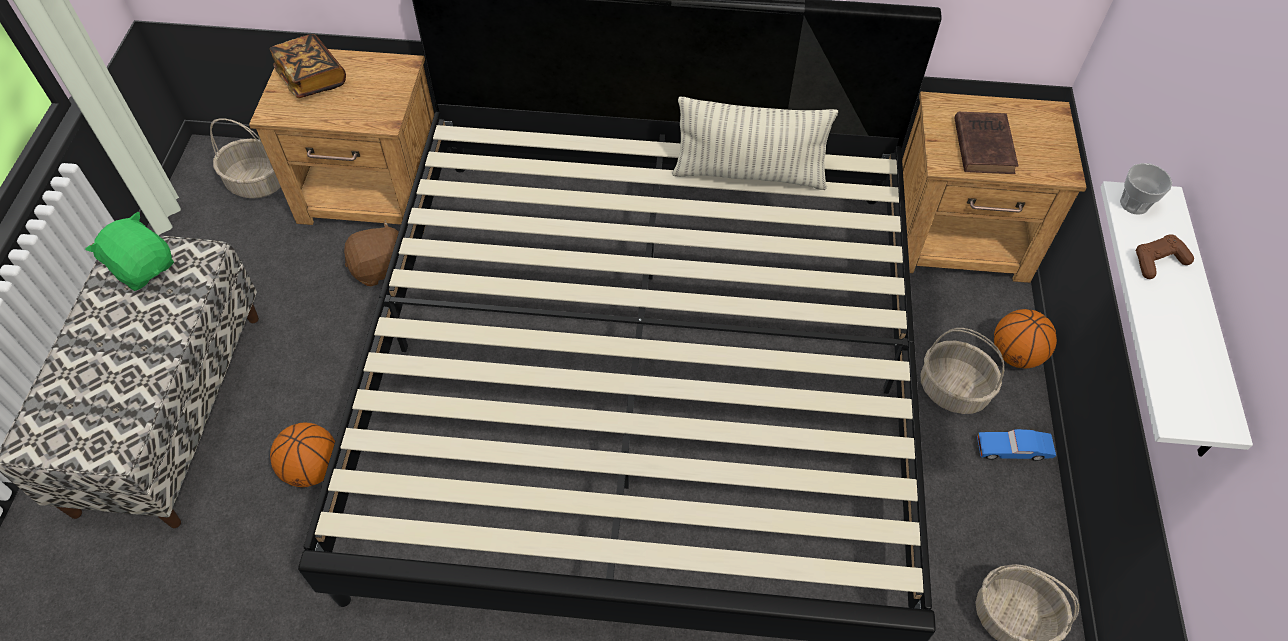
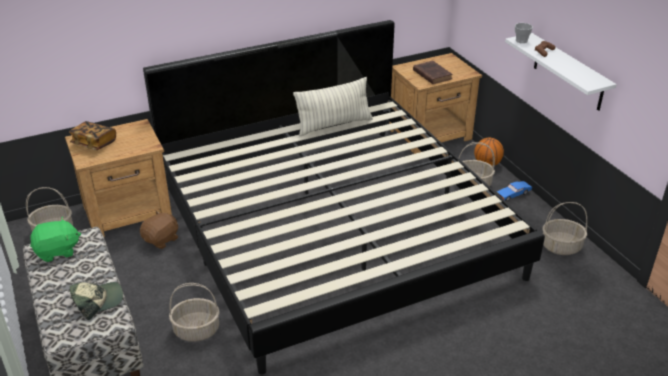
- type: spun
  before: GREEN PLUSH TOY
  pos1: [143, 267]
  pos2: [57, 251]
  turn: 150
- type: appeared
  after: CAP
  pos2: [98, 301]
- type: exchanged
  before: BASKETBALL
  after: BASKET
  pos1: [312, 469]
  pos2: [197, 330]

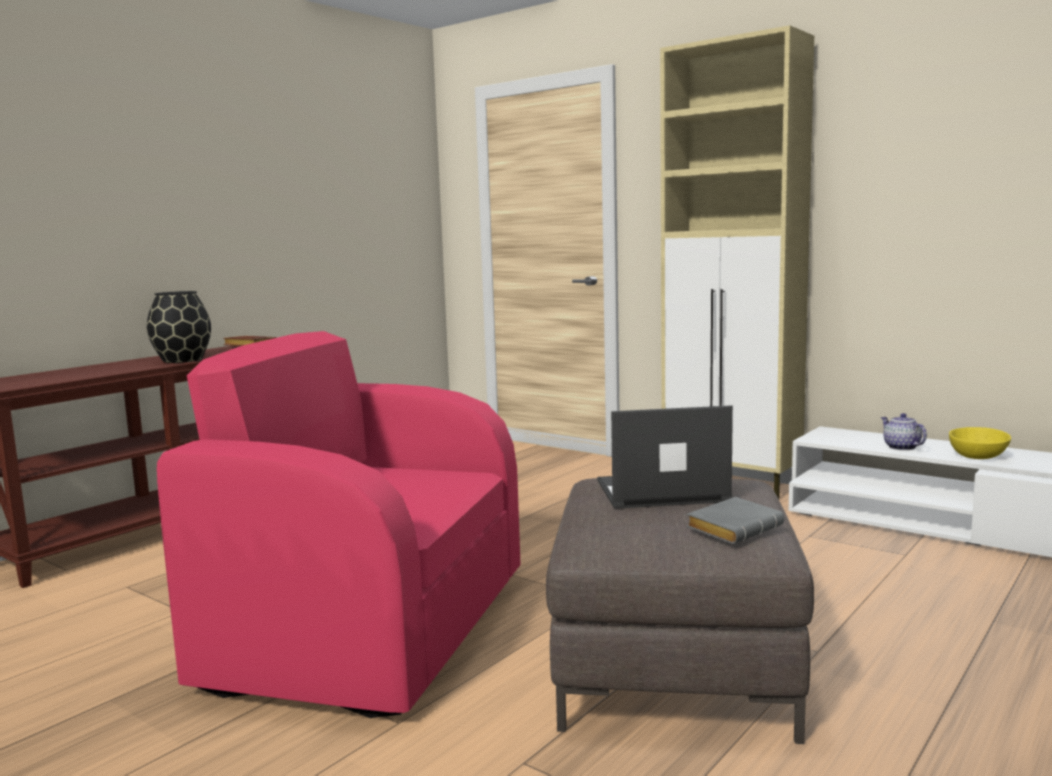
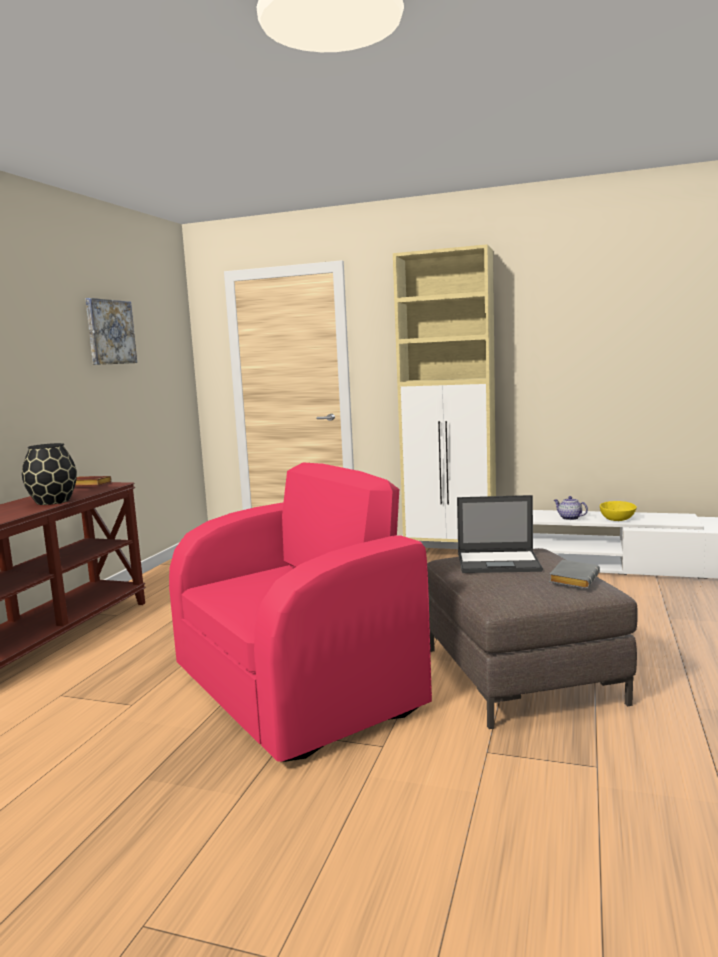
- type: appeared
  after: PICTURE
  pos2: [110, 332]
- type: spun
  before: PINK ARMCHAIR
  pos1: [372, 626]
  pos2: [297, 688]
  turn: 150
- type: spun
  before: LAPTOP
  pos1: [660, 491]
  pos2: [499, 562]
  turn: -150

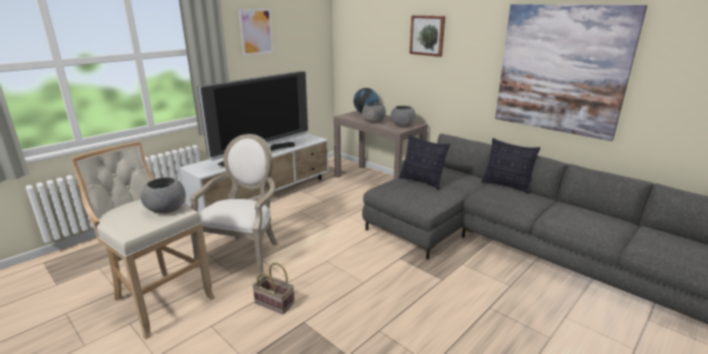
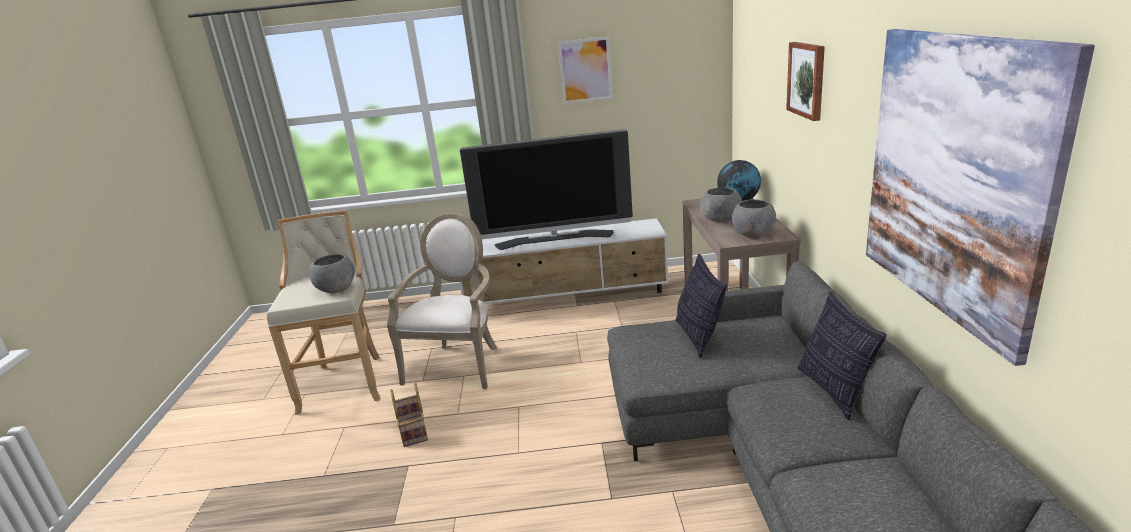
- type: spun
  before: ARMCHAIR
  pos1: [244, 254]
  pos2: [458, 364]
  turn: -45

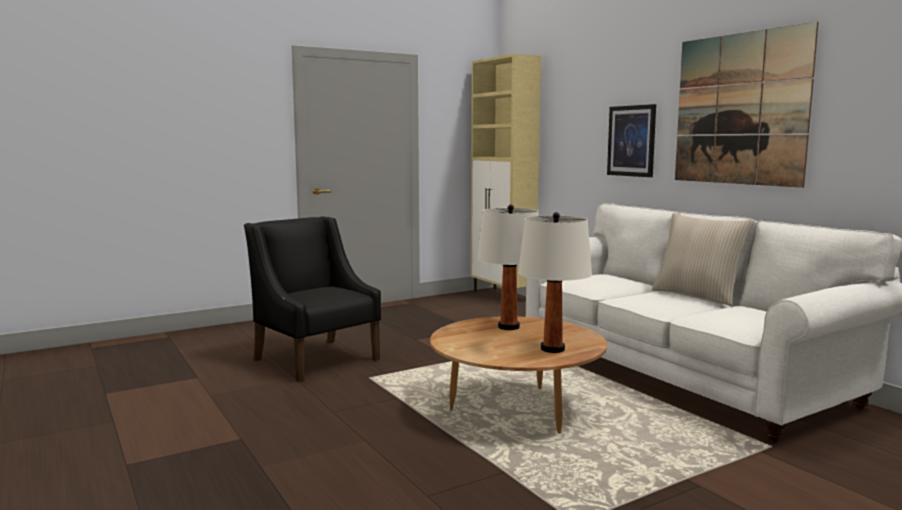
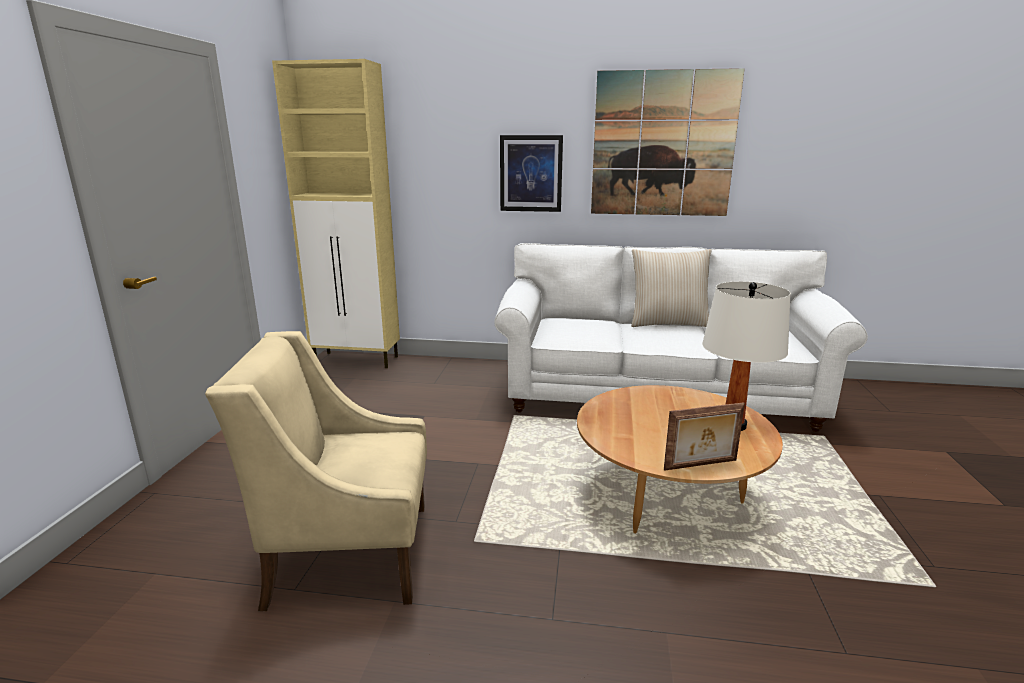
- type: colour
  before: BLACK ARMCHAIR
  after: BEIGE ARMCHAIR
  pos1: [316, 359]
  pos2: [349, 552]
- type: appeared
  after: PICTURE FRAME
  pos2: [701, 465]
- type: missing
  before: WHITE TABLE LAMP
  pos1: [508, 327]

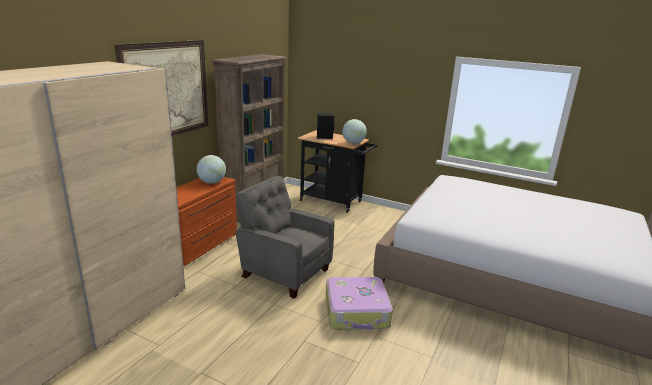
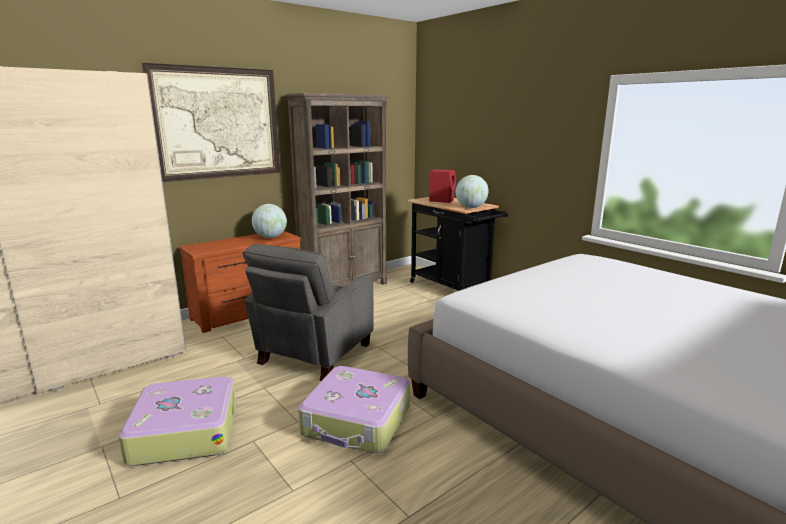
- type: appeared
  after: SUITCASE
  pos2: [185, 431]
- type: spun
  before: GREY ARMCHAIR
  pos1: [284, 272]
  pos2: [313, 354]
  turn: -120
- type: colour
  before: BLACK SPEAKER
  after: RED SPEAKER
  pos1: [324, 136]
  pos2: [442, 200]

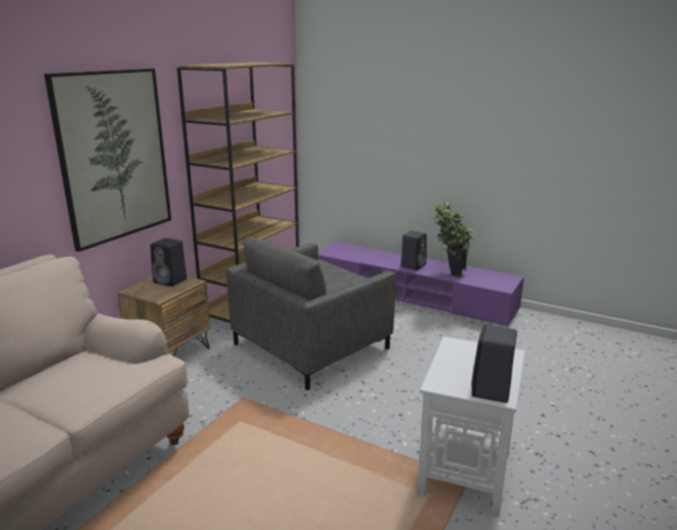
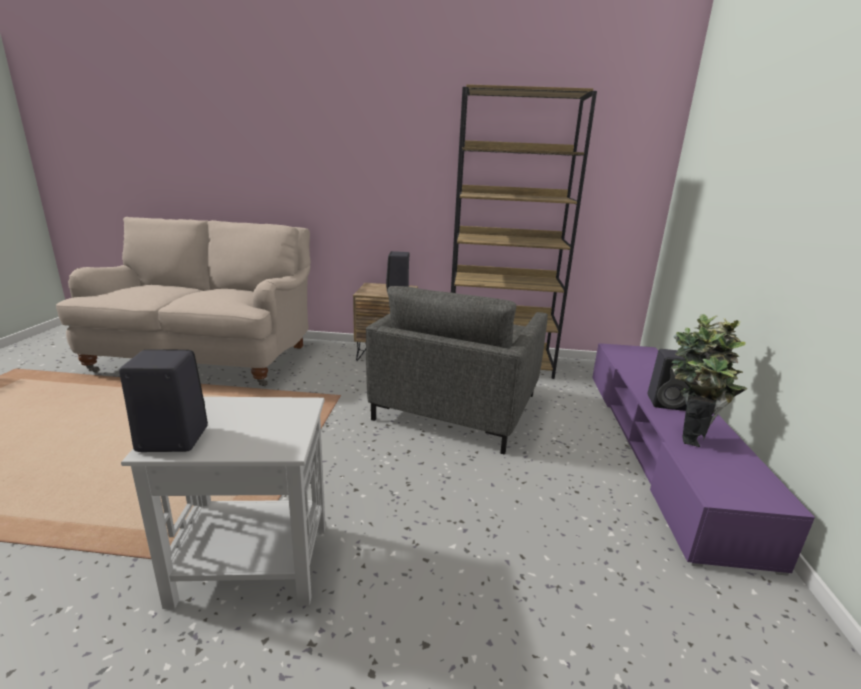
- type: spun
  before: GREY ARMCHAIR
  pos1: [310, 346]
  pos2: [456, 406]
  turn: -90
- type: missing
  before: PICTURE
  pos1: [114, 156]

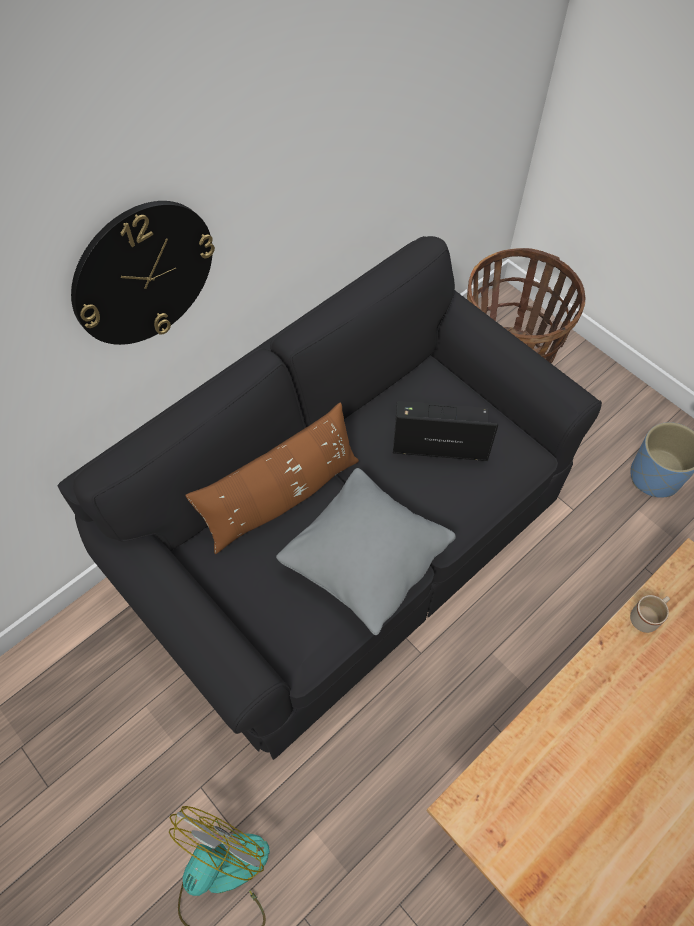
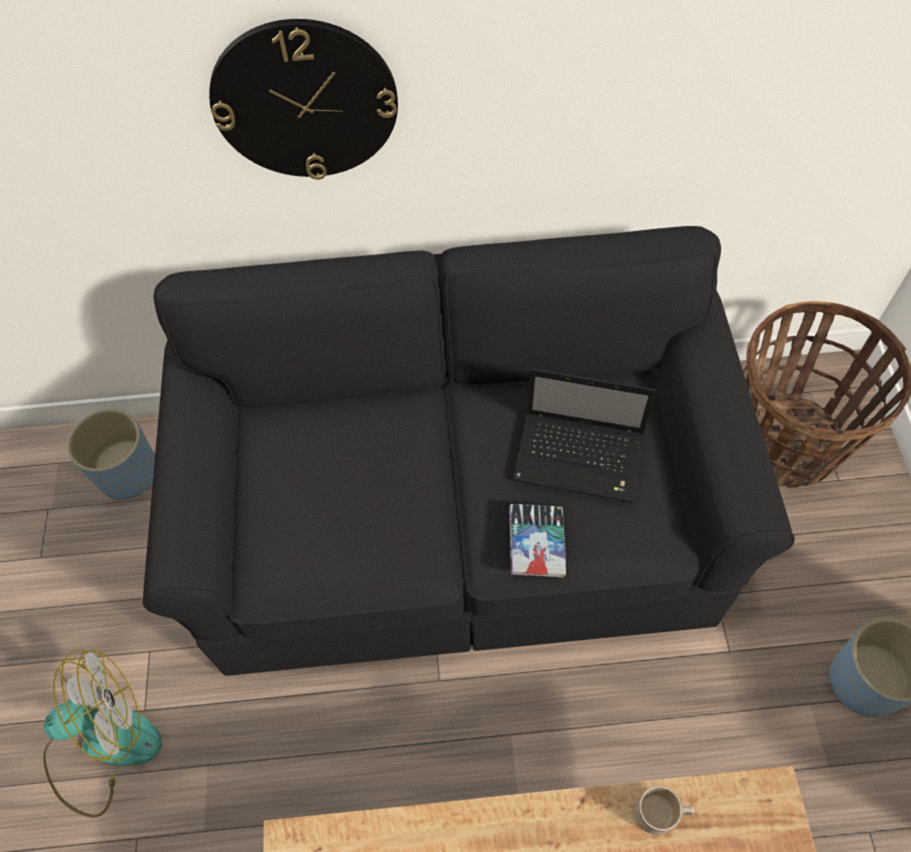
- type: appeared
  after: BLUE PLANTER
  pos2: [129, 473]
- type: appeared
  after: BOOK
  pos2: [536, 543]
- type: spun
  before: LAPTOP
  pos1: [438, 434]
  pos2: [581, 457]
  turn: 150
- type: missing
  before: BROWN PILLOW
  pos1: [282, 497]
- type: missing
  before: GREY PILLOW
  pos1: [365, 561]

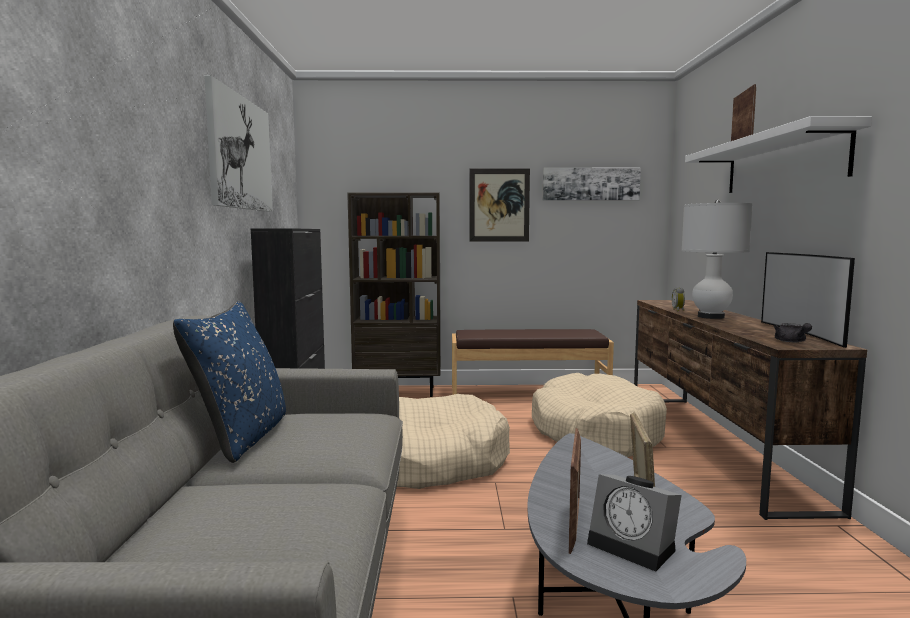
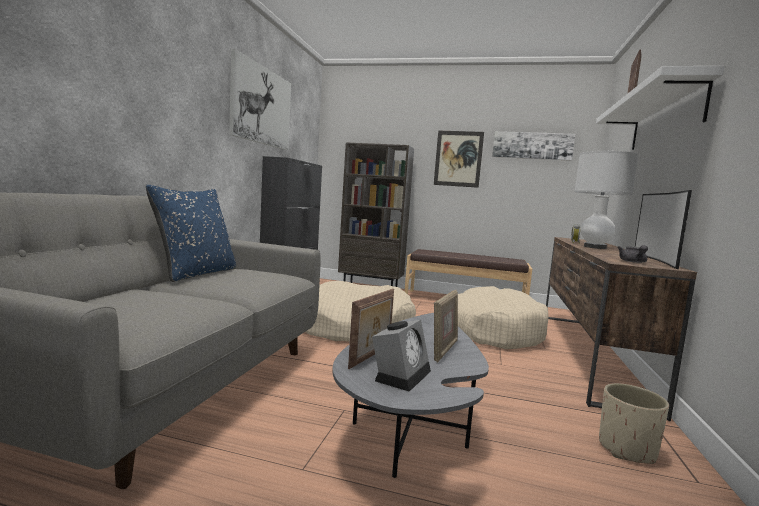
- type: spun
  before: ALARM CLOCK
  pos1: [635, 546]
  pos2: [401, 374]
  turn: -120
- type: appeared
  after: BEIGE PLANTER
  pos2: [627, 449]

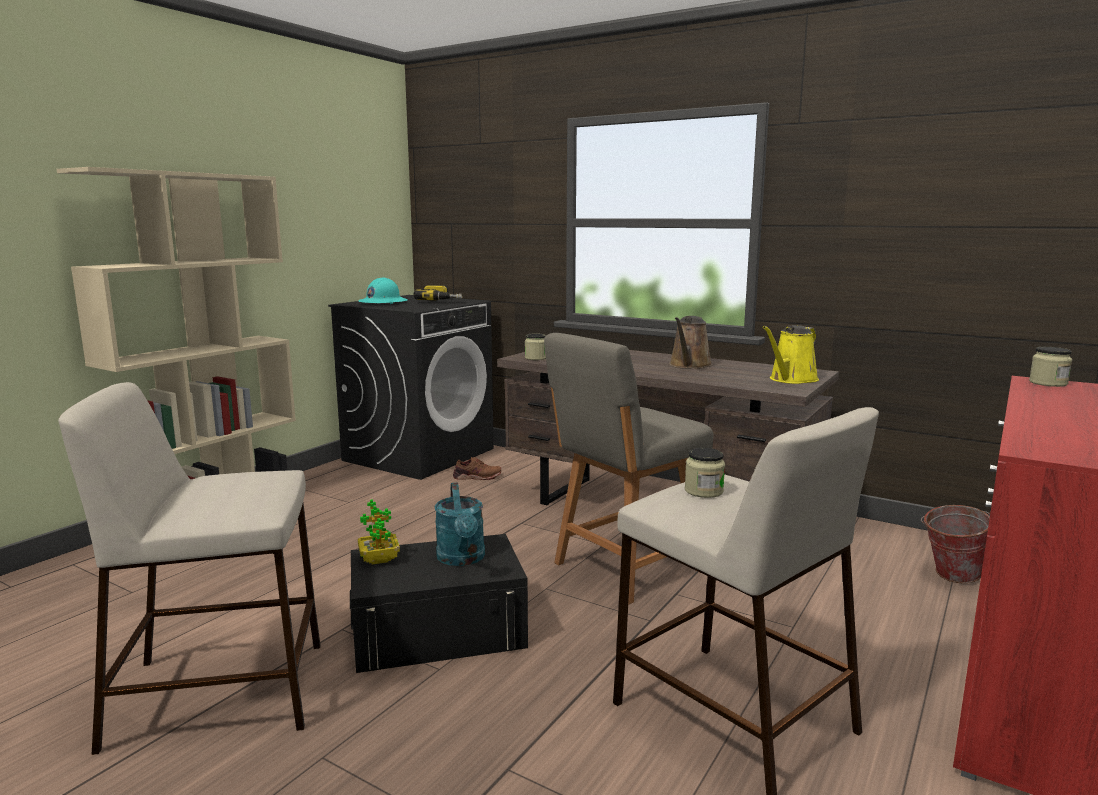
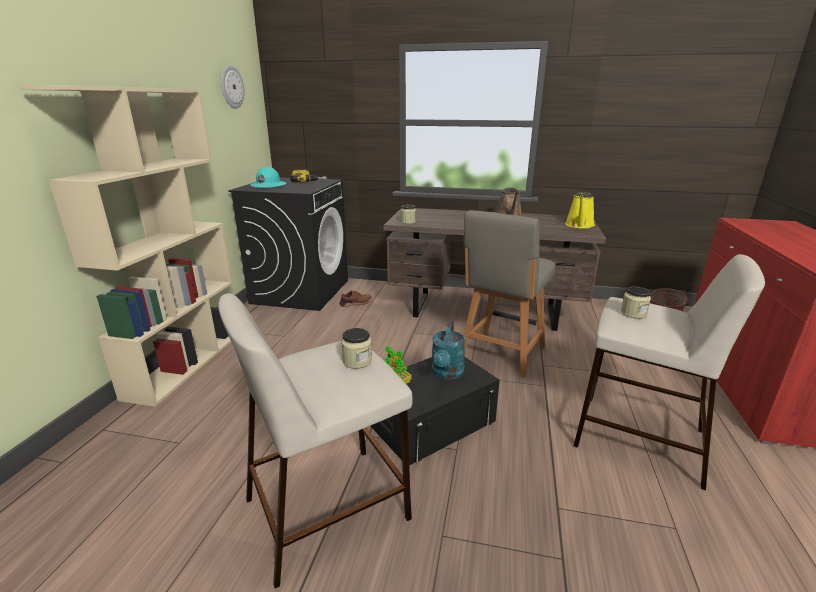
- type: appeared
  after: WALL CLOCK
  pos2: [231, 87]
- type: relocated
  before: JAR
  pos1: [1048, 383]
  pos2: [357, 361]
- type: spun
  before: TURQUOISE WATERING CAN
  pos1: [462, 559]
  pos2: [447, 374]
  turn: 45

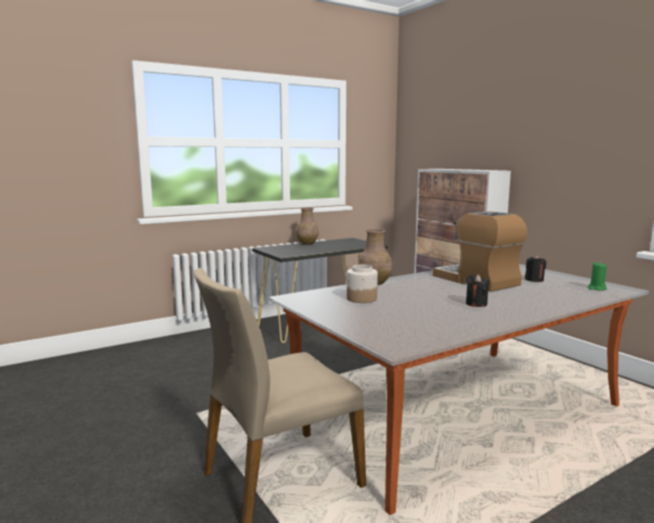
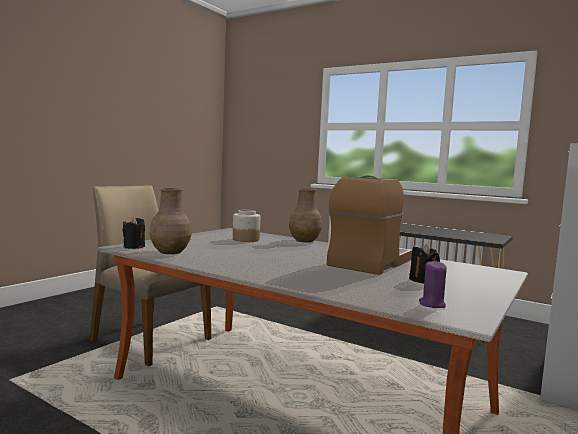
- type: relocated
  before: BLACK CANDLE
  pos1: [476, 304]
  pos2: [134, 247]
- type: relocated
  before: BROWN VASE
  pos1: [307, 243]
  pos2: [170, 252]
- type: colour
  before: GREEN CANDLE
  after: PURPLE CANDLE
  pos1: [596, 288]
  pos2: [432, 304]

